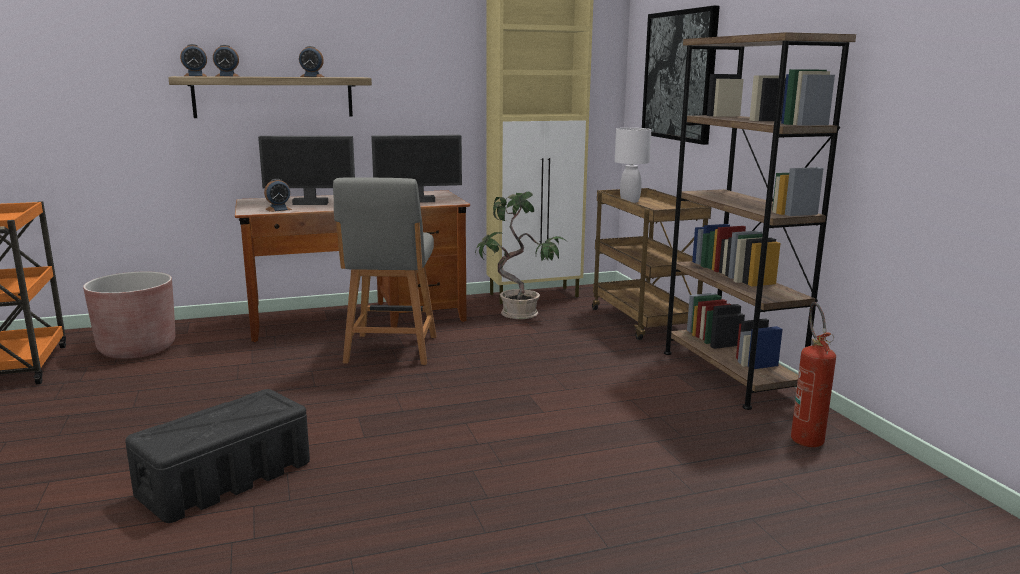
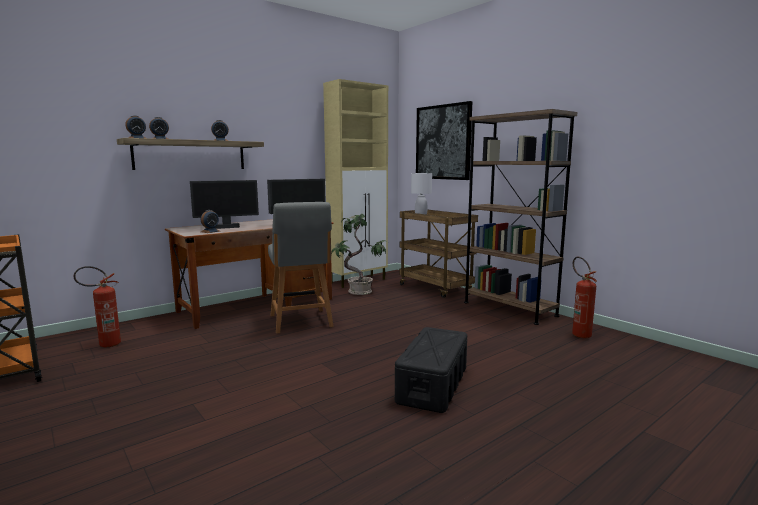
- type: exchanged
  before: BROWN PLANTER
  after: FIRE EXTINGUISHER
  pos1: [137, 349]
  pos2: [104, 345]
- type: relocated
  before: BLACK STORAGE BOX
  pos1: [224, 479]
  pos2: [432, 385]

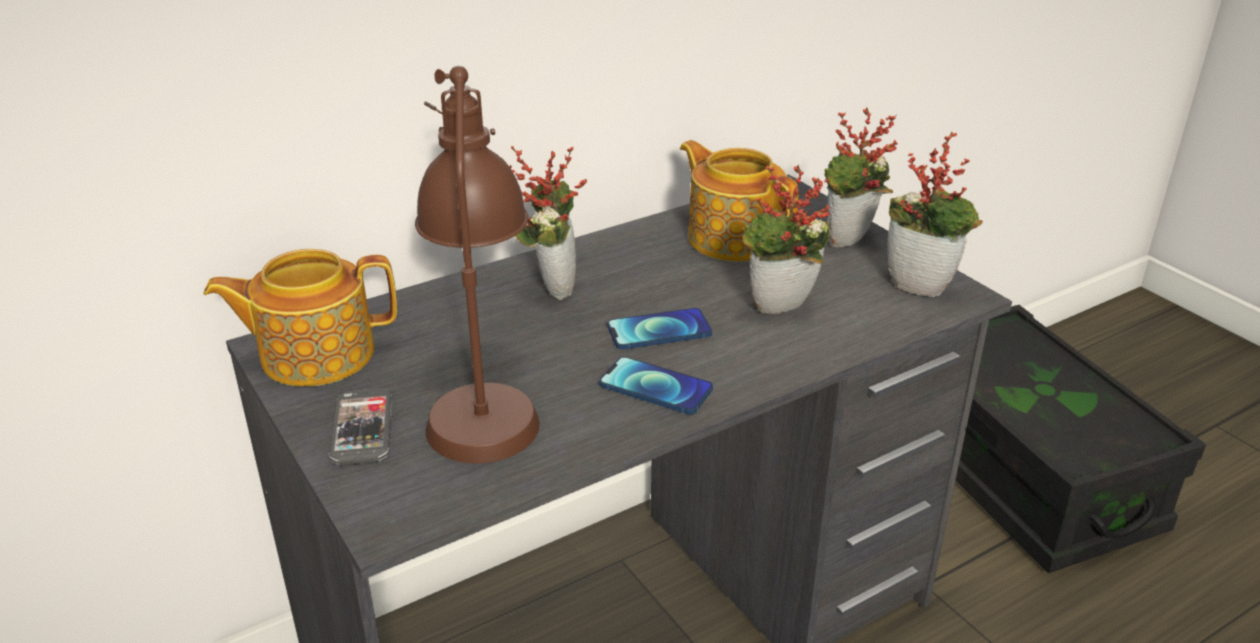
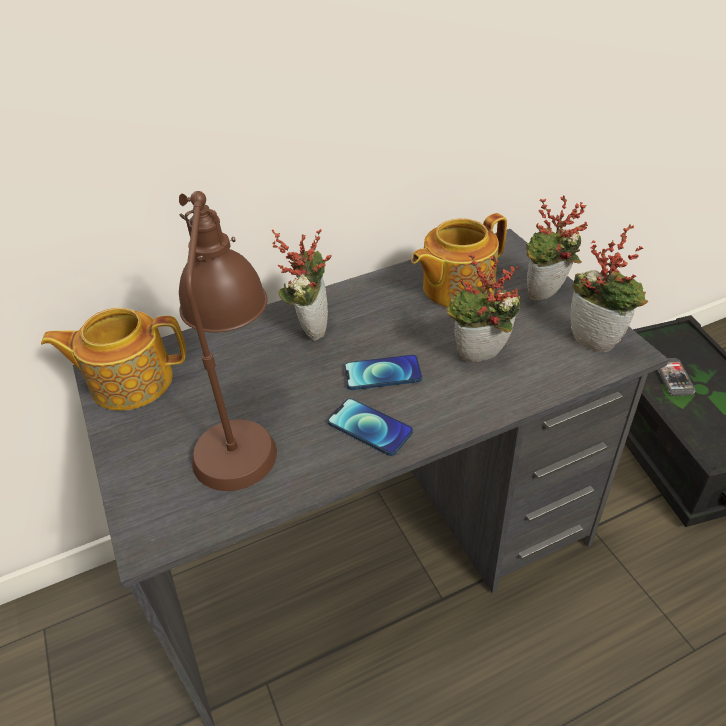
- type: spun
  before: TEAPOT
  pos1: [734, 237]
  pos2: [456, 287]
  turn: -90
- type: relocated
  before: PHONE
  pos1: [362, 429]
  pos2: [673, 378]

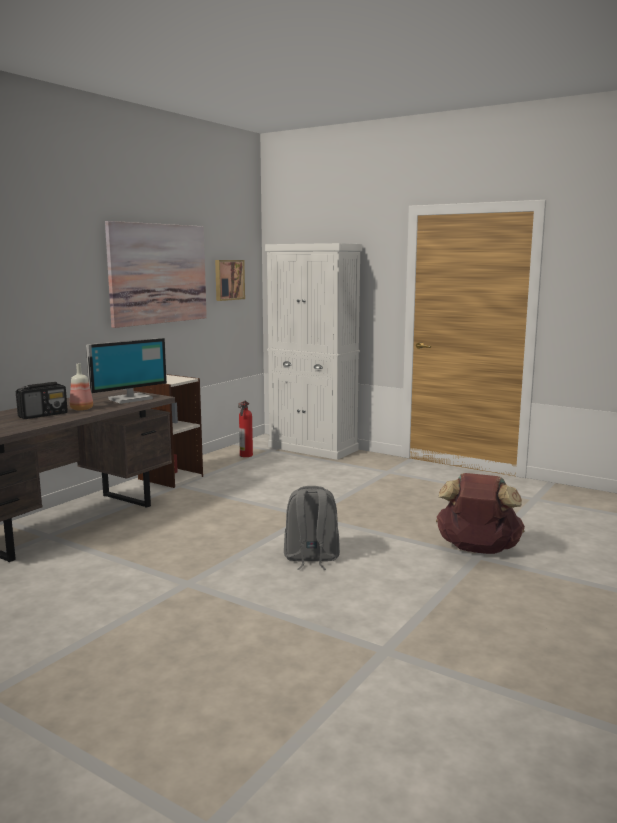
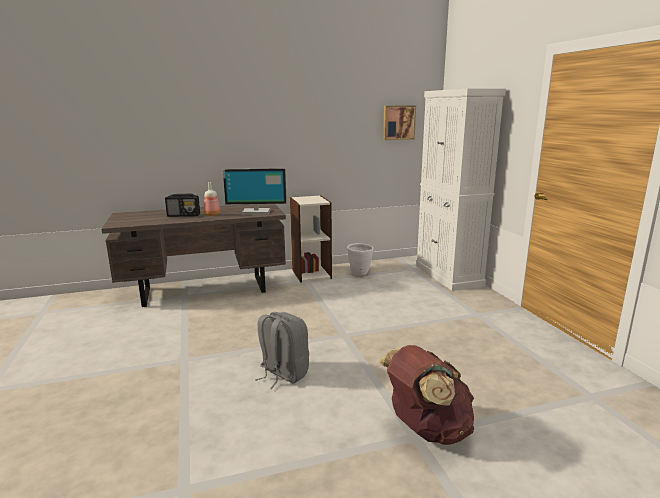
- type: appeared
  after: WHITE PLANTER
  pos2: [359, 273]
- type: missing
  before: PICTURE
  pos1: [158, 273]
- type: missing
  before: FIRE EXTINGUISHER
  pos1: [245, 455]

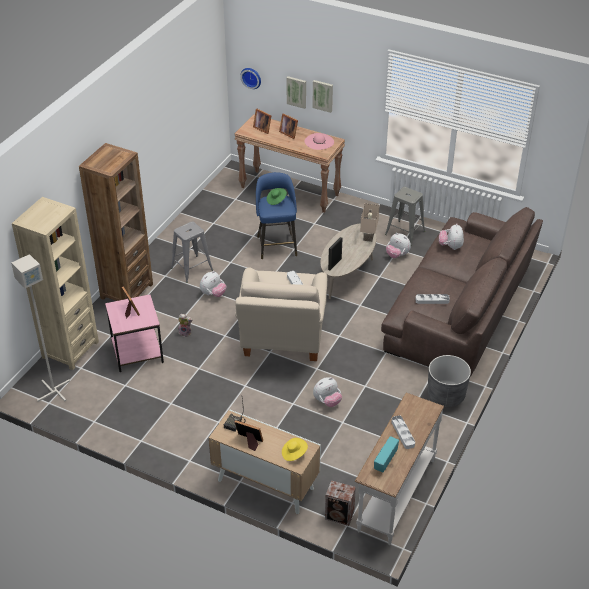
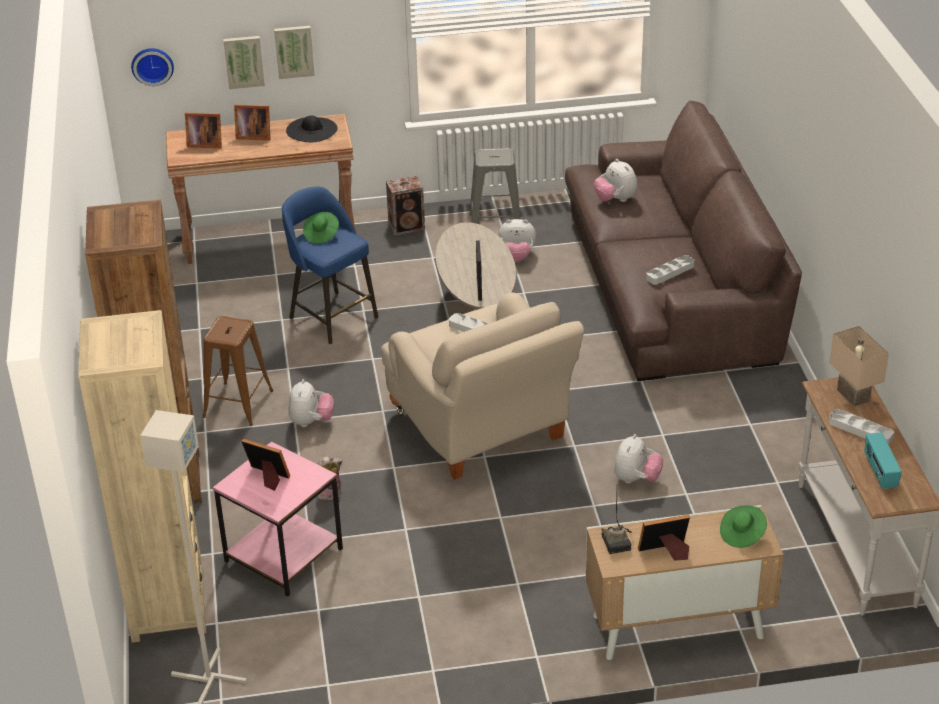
- type: colour
  before: GREY STOOL
  after: BROWN STOOL
  pos1: [191, 269]
  pos2: [237, 404]
- type: colour
  before: PINK HAT
  after: BLACK HAT
  pos1: [319, 141]
  pos2: [311, 130]
- type: relocated
  before: SPEAKER
  pos1: [340, 515]
  pos2: [408, 226]
- type: colour
  before: YELLOW HAT
  after: GREEN HAT
  pos1: [294, 453]
  pos2: [742, 534]
- type: relocated
  before: BEIGE TABLE LAMP
  pos1: [369, 237]
  pos2: [854, 395]
- type: missing
  before: GREY PLANTER
  pos1: [446, 395]

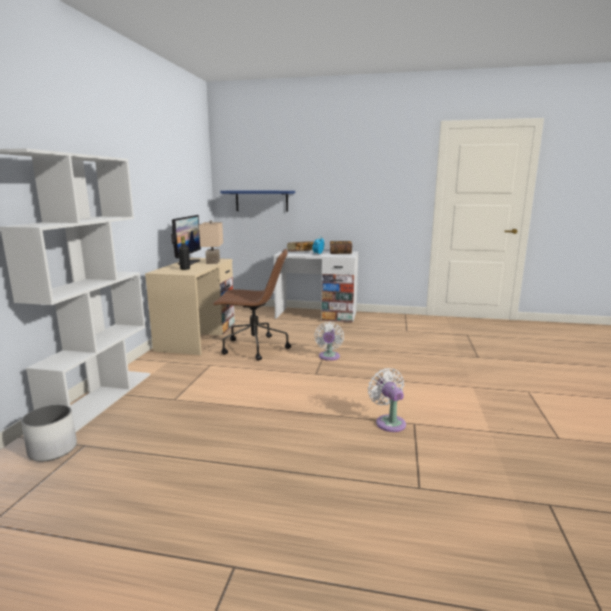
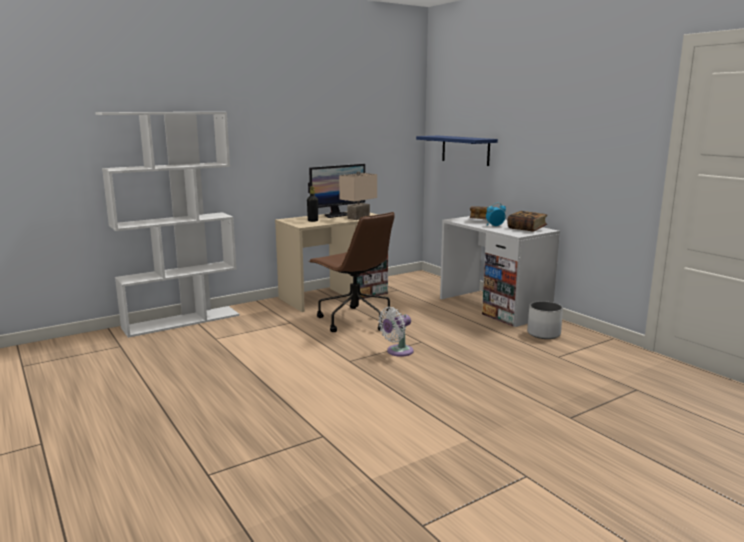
- type: relocated
  before: WHITE PLANTER
  pos1: [53, 450]
  pos2: [543, 334]
- type: missing
  before: WHITE FAN
  pos1: [389, 422]

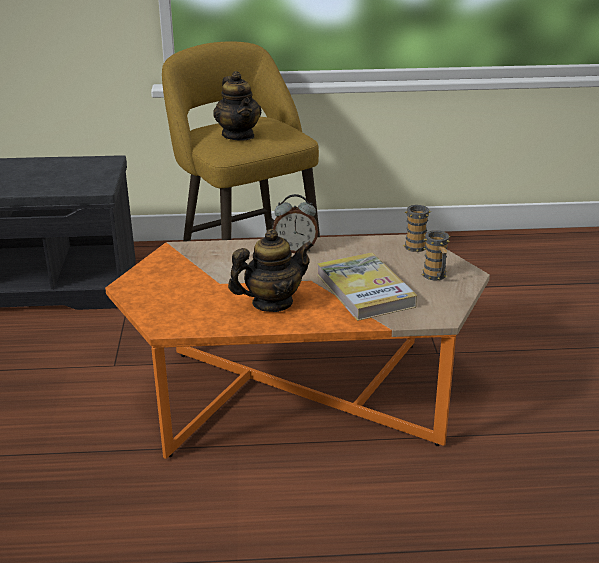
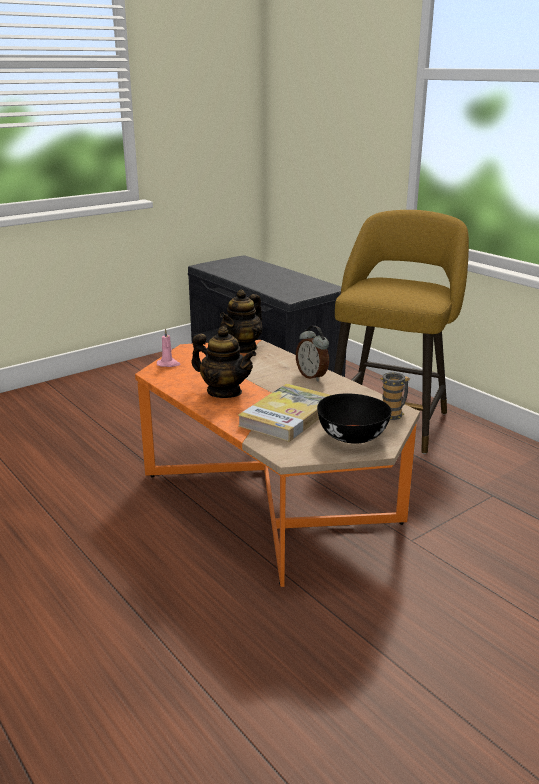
- type: appeared
  after: PINK CANDLE
  pos2: [168, 364]
- type: relocated
  before: TEAPOT
  pos1: [238, 135]
  pos2: [242, 347]
- type: exchanged
  before: MUG
  after: BLACK BOWL
  pos1: [436, 277]
  pos2: [351, 436]

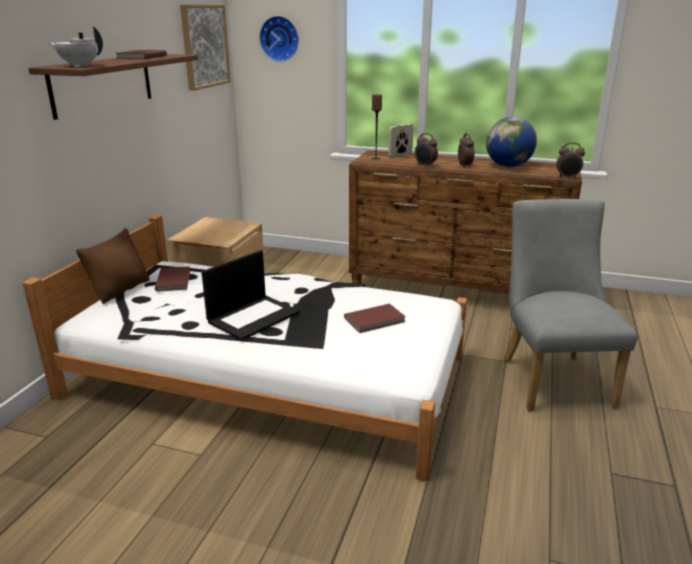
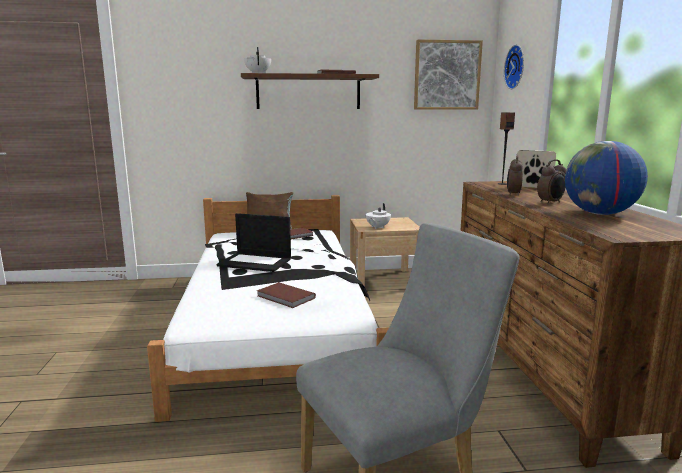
- type: appeared
  after: WHITE TEAPOT
  pos2: [377, 227]
- type: missing
  before: ALARM CLOCK
  pos1: [567, 177]

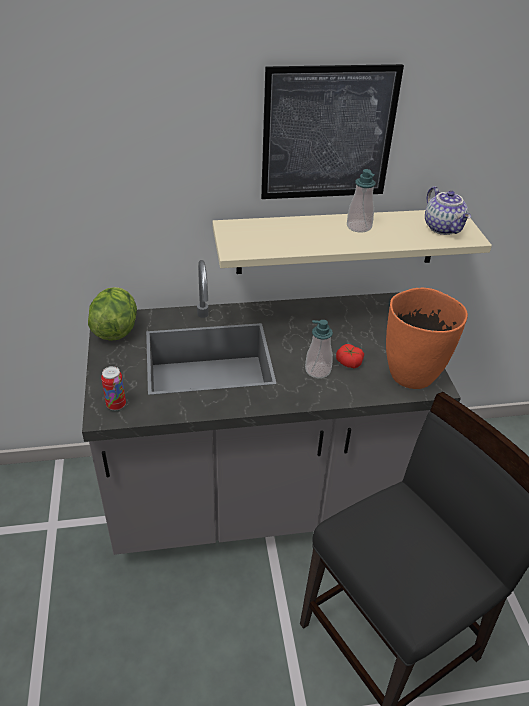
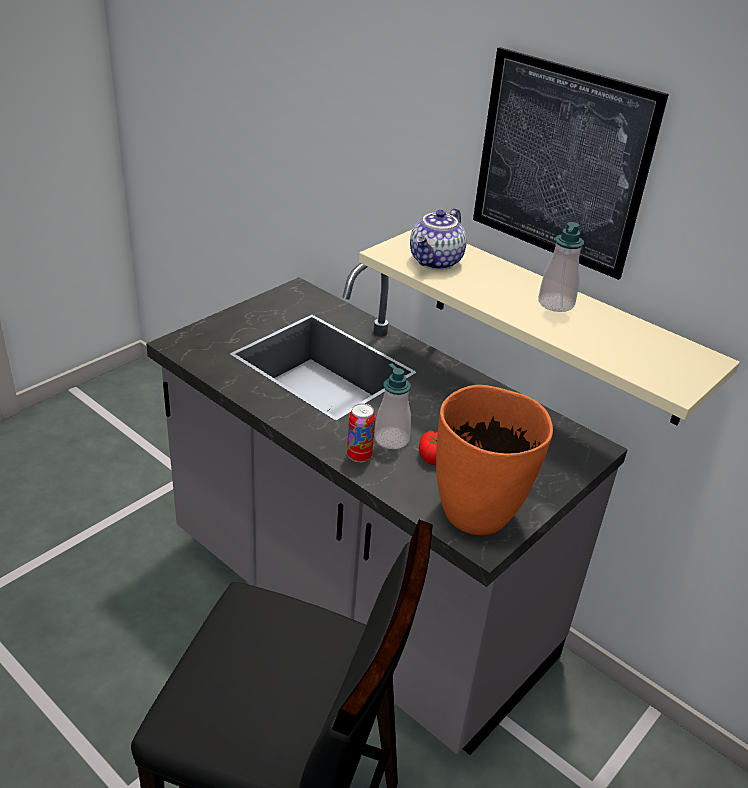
- type: relocated
  before: CAN
  pos1: [116, 405]
  pos2: [359, 456]
- type: relocated
  before: TEAPOT
  pos1: [444, 228]
  pos2: [436, 262]
- type: missing
  before: LETTUCE
  pos1: [115, 330]

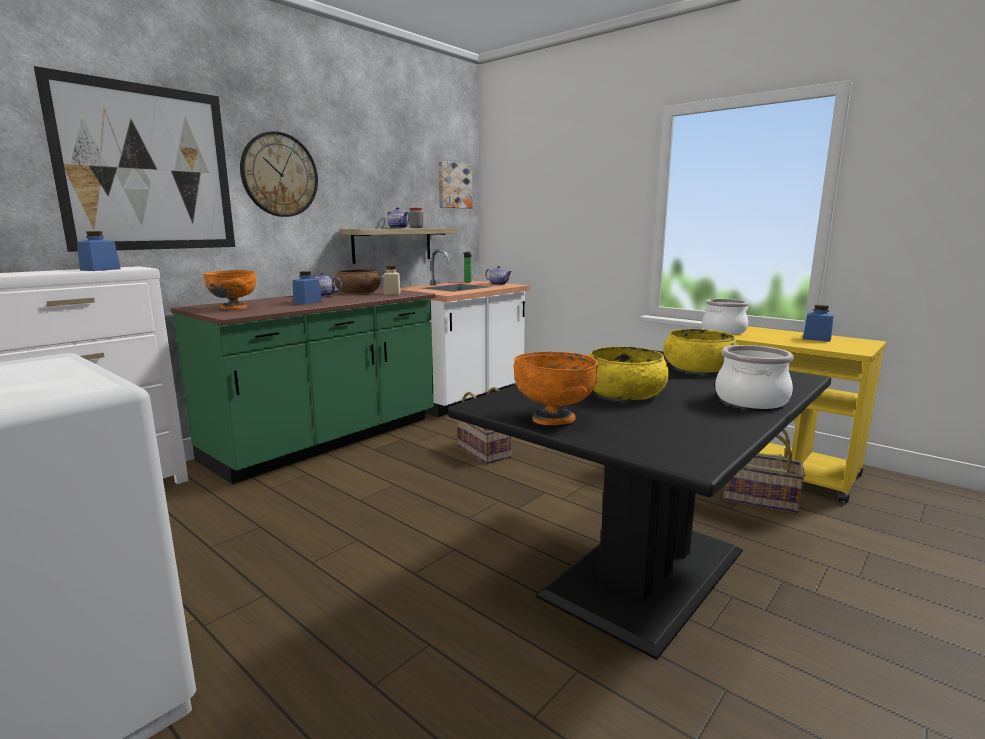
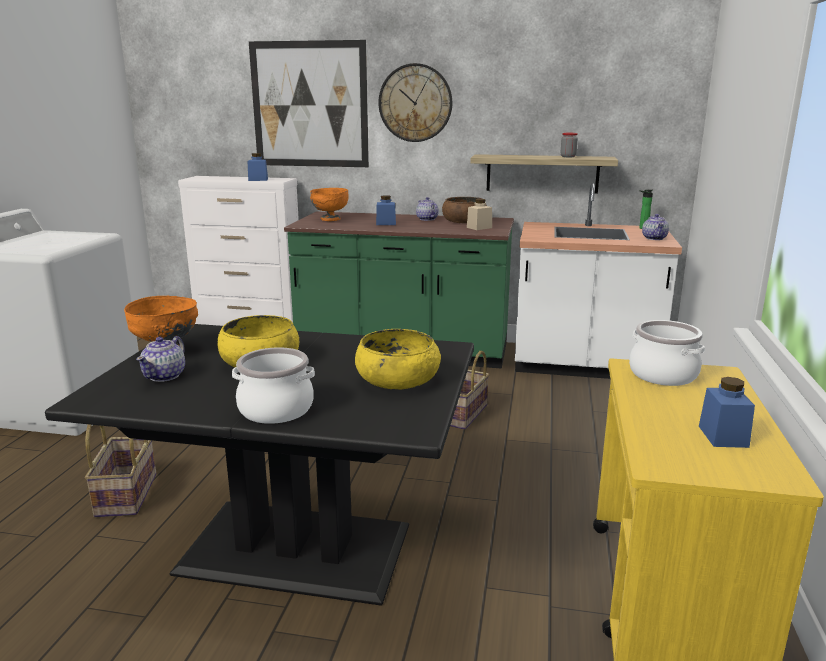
- type: relocated
  before: BASKET
  pos1: [759, 499]
  pos2: [125, 494]
- type: relocated
  before: TEAPOT
  pos1: [398, 228]
  pos2: [165, 376]
- type: missing
  before: PICTURE
  pos1: [454, 186]

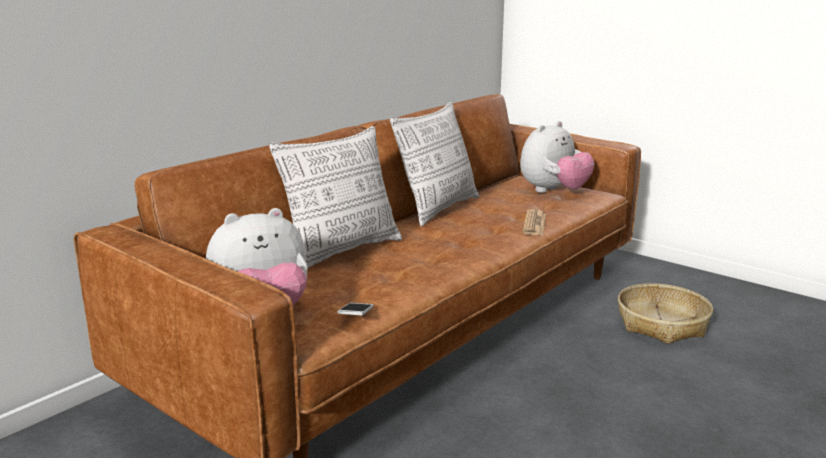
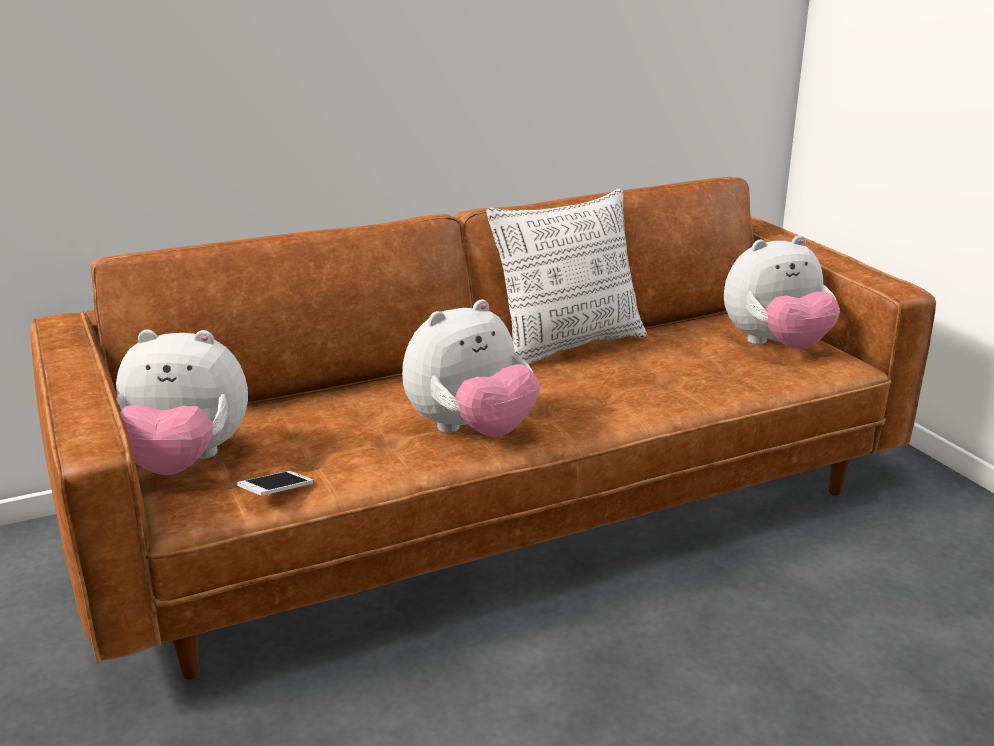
- type: appeared
  after: PLUSH TOY
  pos2: [471, 431]
- type: missing
  before: PILLOW
  pos1: [342, 250]
- type: missing
  before: NEWSPAPER
  pos1: [534, 224]
- type: missing
  before: BASKET
  pos1: [662, 324]

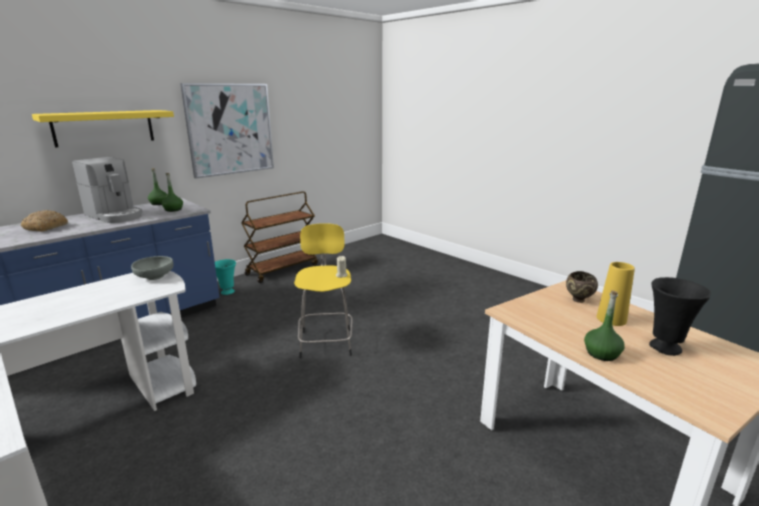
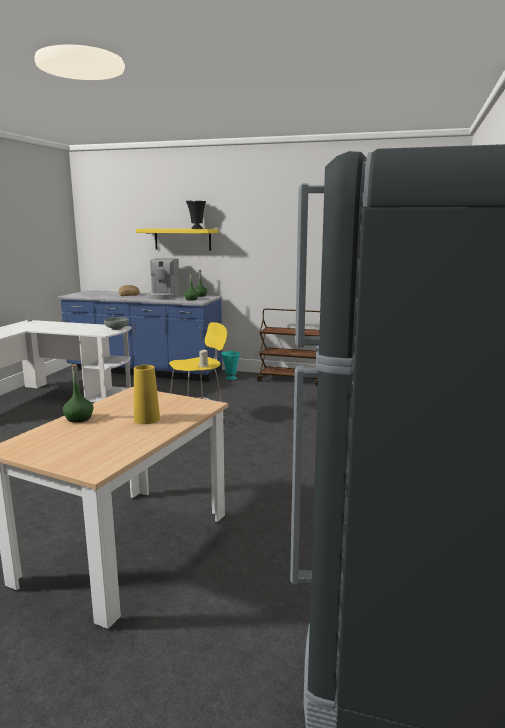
- type: relocated
  before: BLACK VASE
  pos1: [665, 348]
  pos2: [196, 228]
- type: missing
  before: PICTURE
  pos1: [230, 129]
- type: missing
  before: BROWN BOWL
  pos1: [579, 300]

